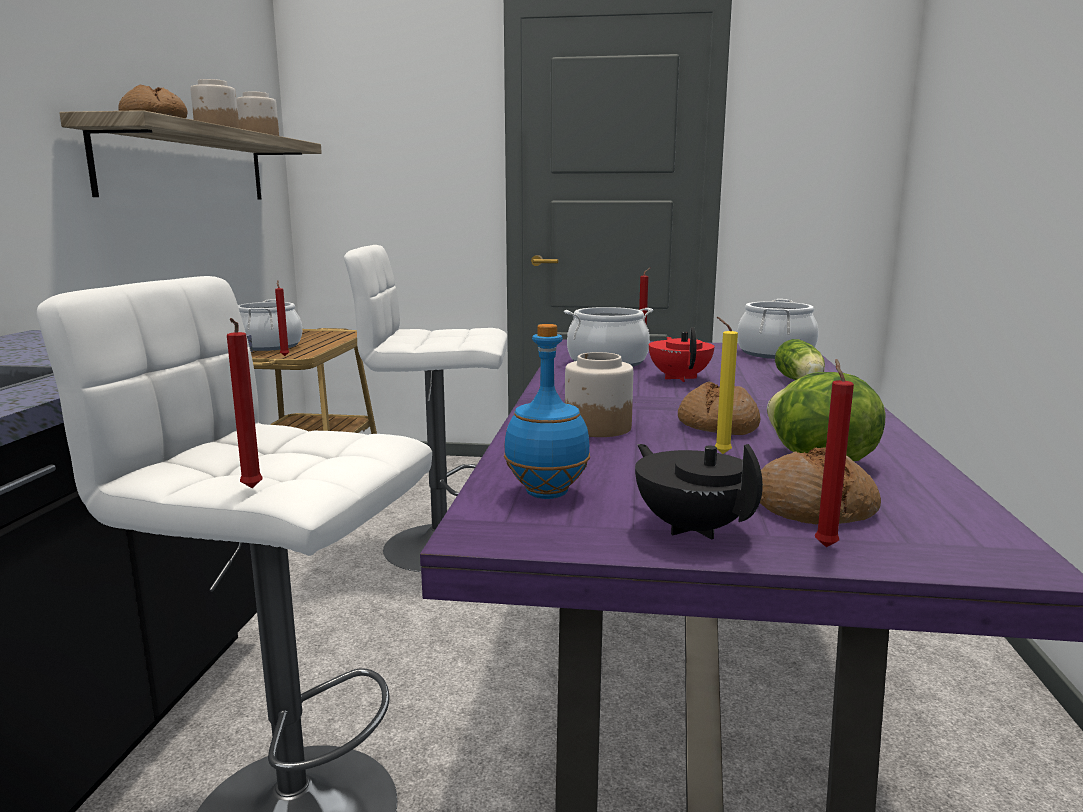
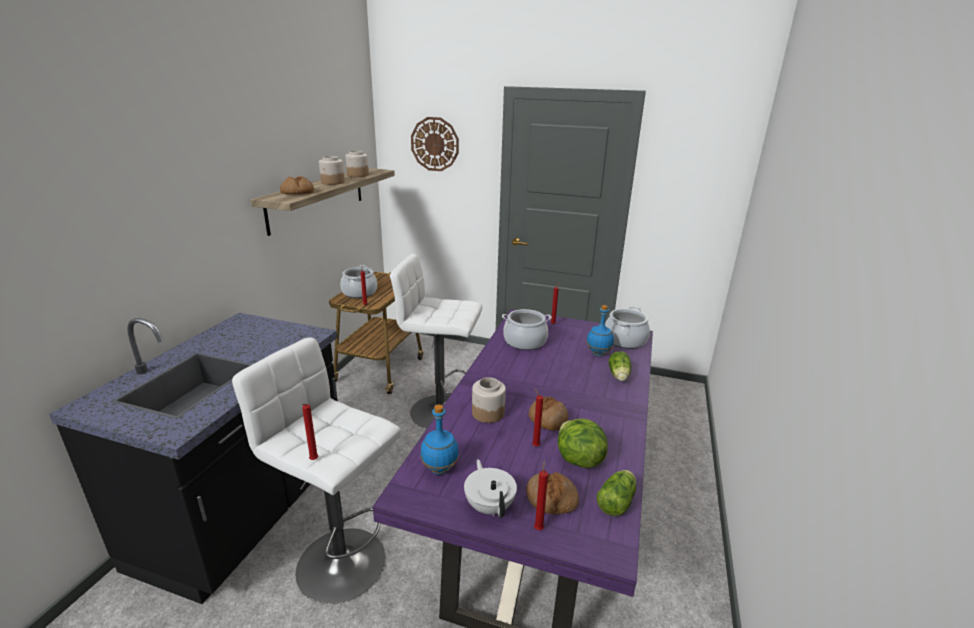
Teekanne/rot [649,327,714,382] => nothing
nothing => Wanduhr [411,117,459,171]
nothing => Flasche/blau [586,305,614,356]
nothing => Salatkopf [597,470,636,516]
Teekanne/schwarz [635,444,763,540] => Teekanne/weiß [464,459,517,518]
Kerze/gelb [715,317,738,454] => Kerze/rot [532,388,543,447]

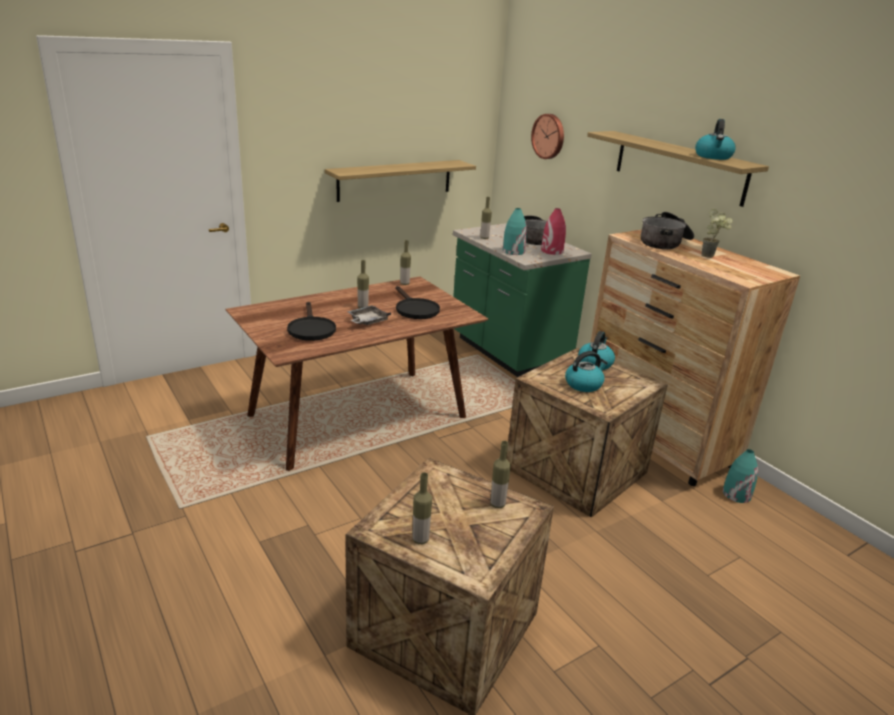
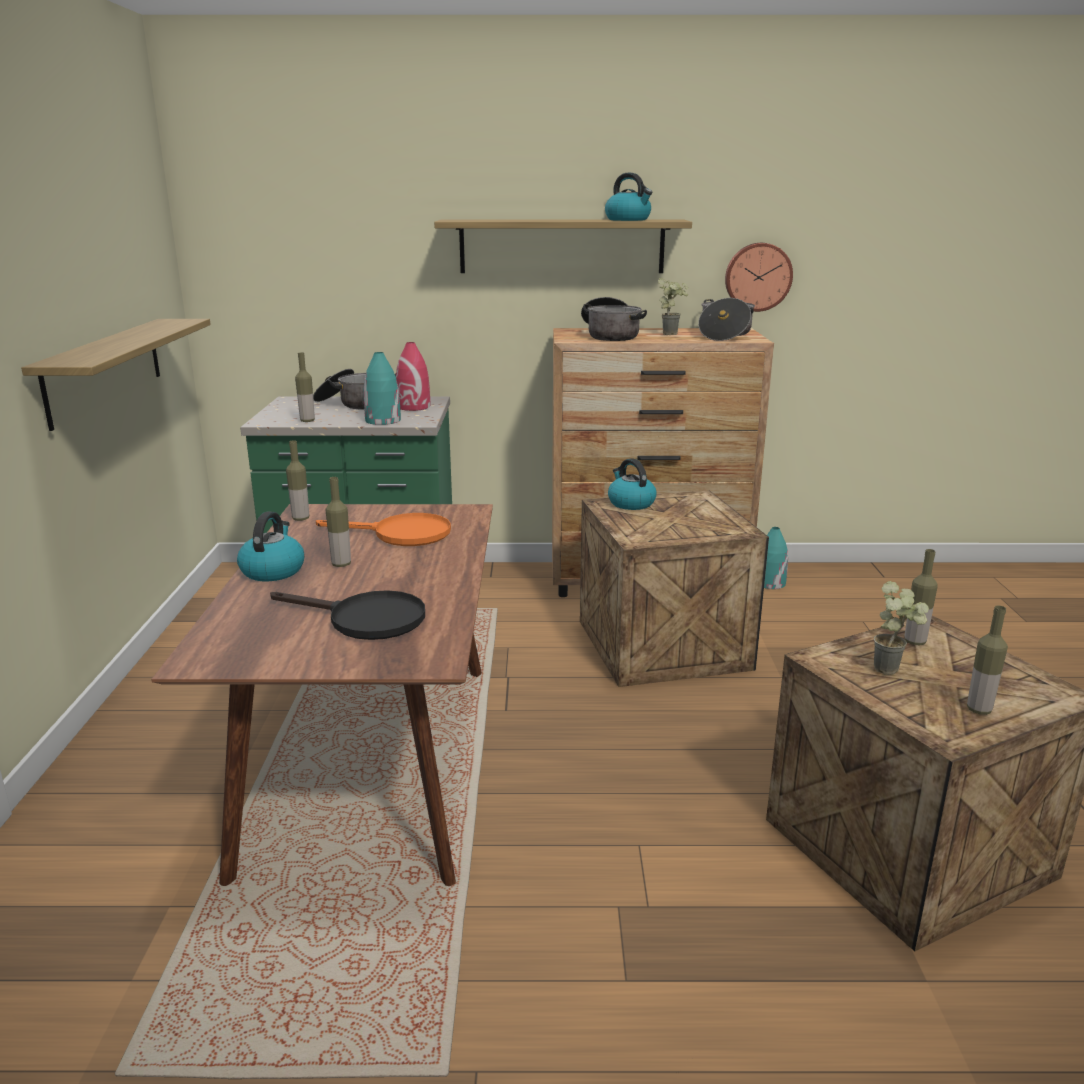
Tablett/grau [347,305,391,325] => nothing
nothing => Kochtopf [698,298,755,341]
nothing => Topfpflanze [874,581,929,675]
Wanduhr [531,114,564,159] => Wanduhr [725,243,793,312], moved
Wasserkessel [565,351,608,392] => Wasserkessel [237,511,304,581], moved
Pfanne/schwarz [395,286,440,319] => Pfanne/orange [316,513,451,546]

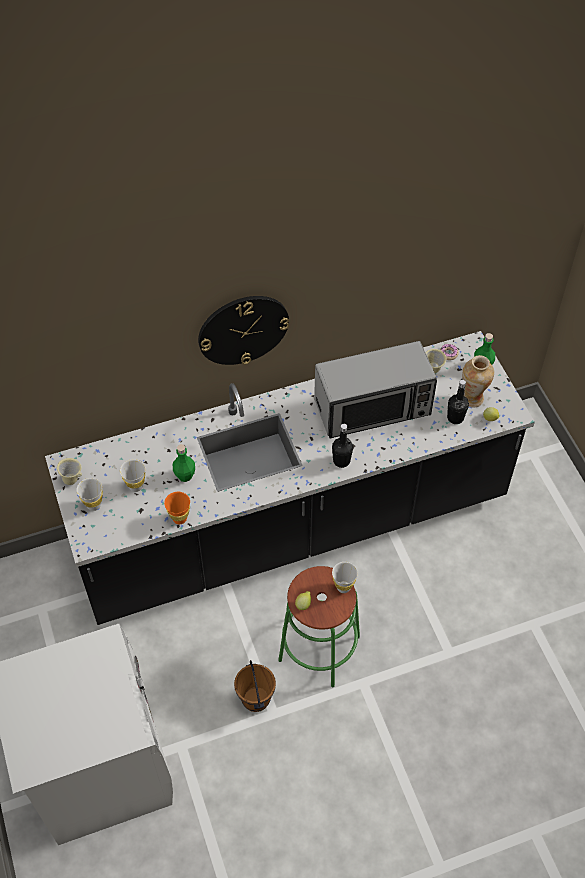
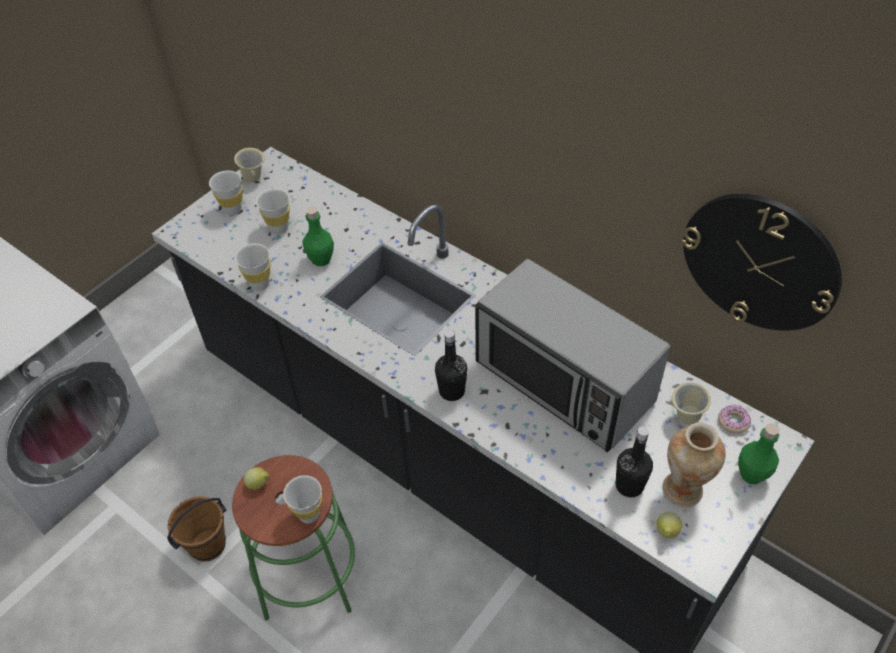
Wanduhr [198,296,289,365] => Wanduhr [682,194,842,331], moved
Tasse/orange [164,492,190,524] => Tasse/weiß [235,243,270,291]

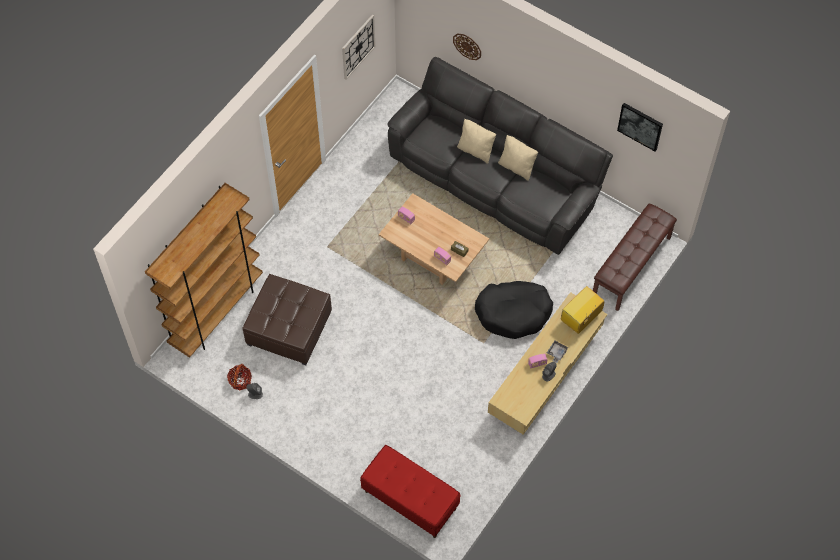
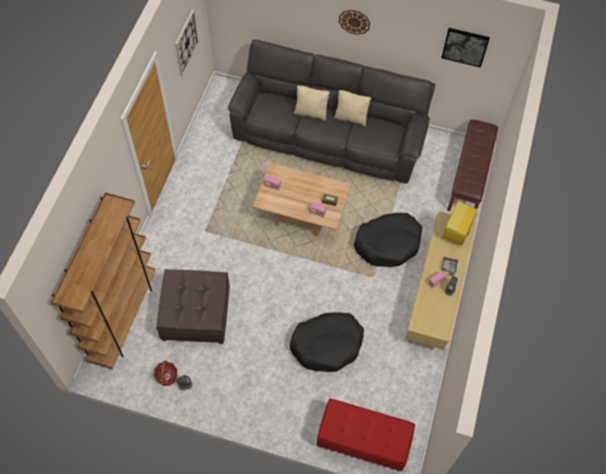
nothing => Hundebett/schwarz [290,313,364,372]
Wanduhr [453,33,481,60] => Wanduhr [339,10,370,35], moved

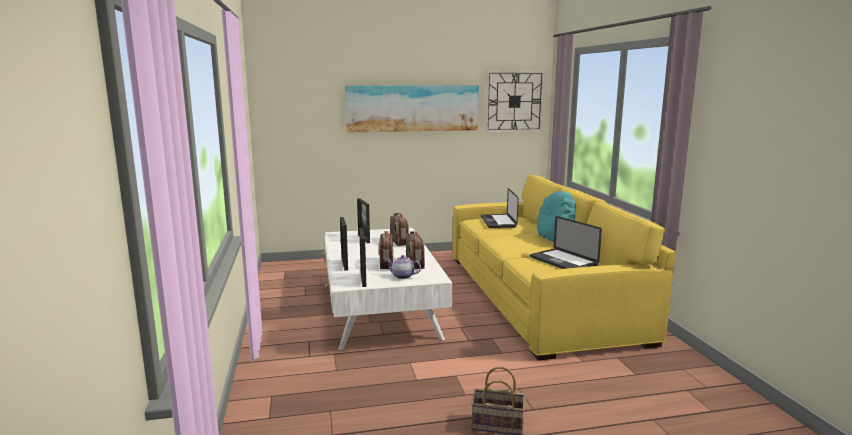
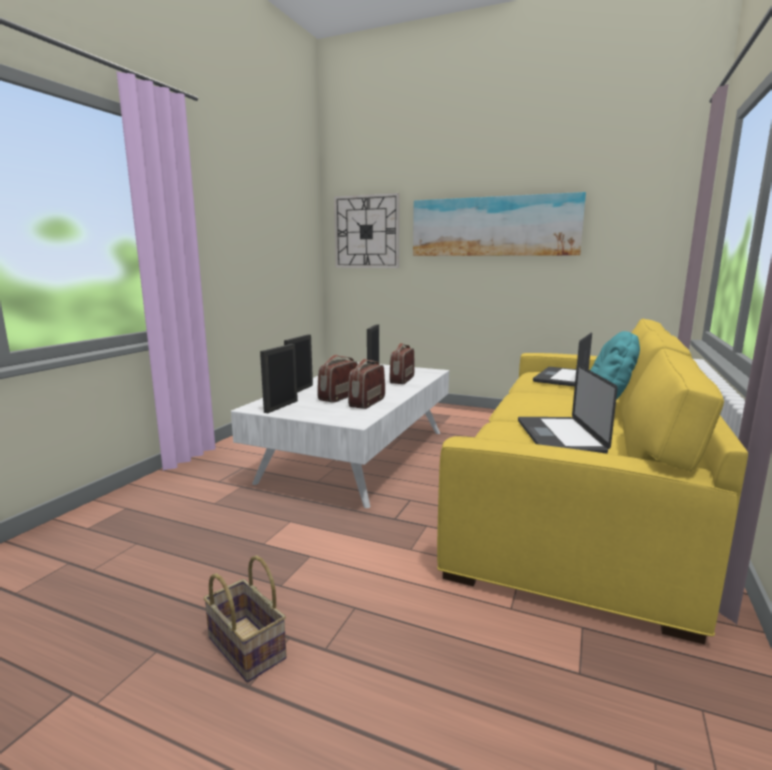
Teekanne [386,255,421,279] => nothing
Wanduhr [485,71,545,133] => Wanduhr [334,193,400,268], moved

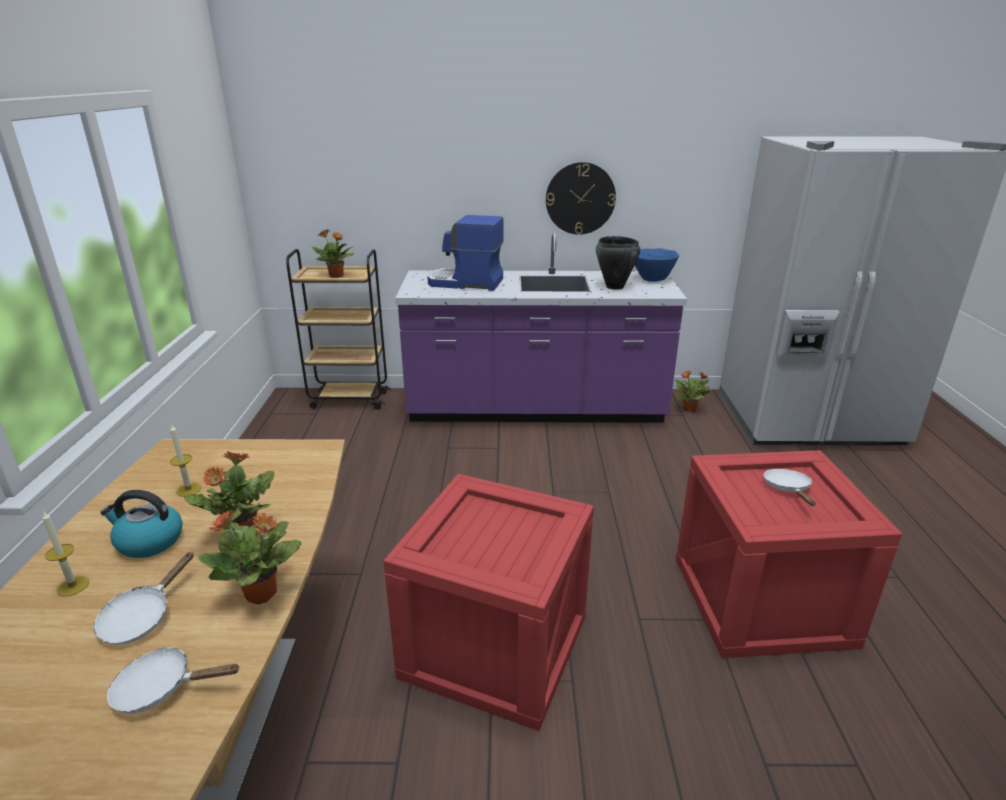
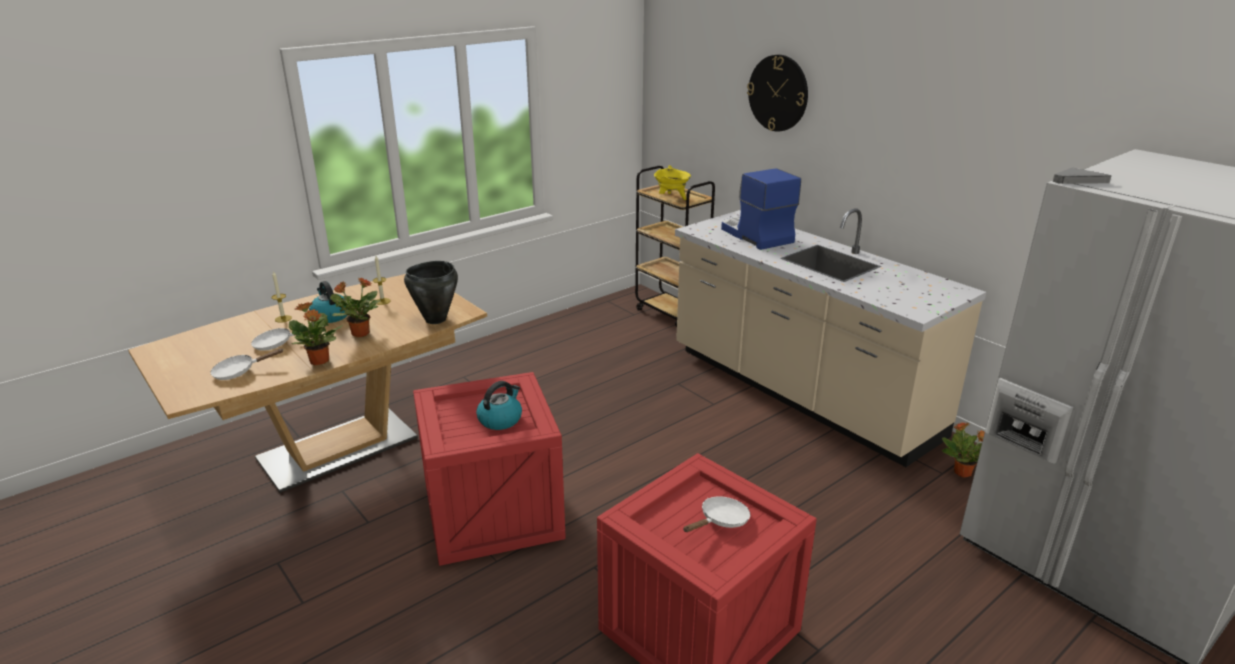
Schüssel/blau [635,248,679,282] => nothing
nothing => Wasserkessel [476,381,522,430]
Wanduhr [546,162,616,235] => Wanduhr [747,55,808,132], moved
Kochtopf/schwarz [596,236,641,290] => Kochtopf/schwarz [404,261,458,324], moved
Topfpflanze [312,229,354,278] => Kochtopf/gelb [654,165,691,200]
Küchenzeile/lila [395,233,687,423] => Küchenzeile/beige [675,208,986,467]
Pfanne/weiß [107,647,240,714] => Pfanne/weiß [210,349,284,380], 75 degrees counterclockwise

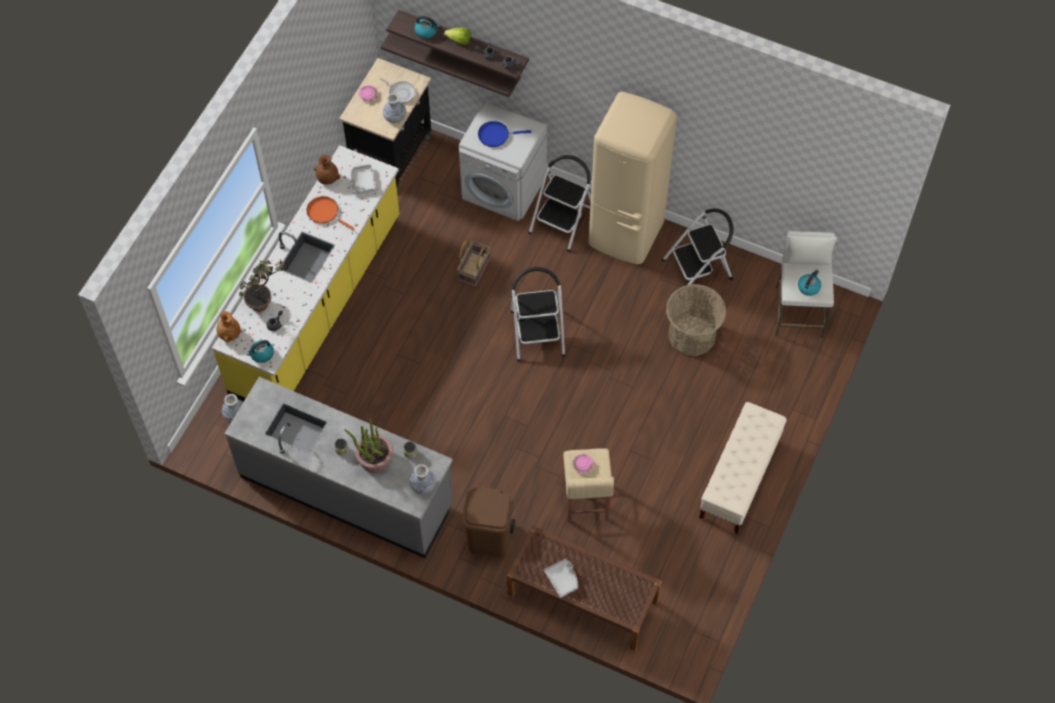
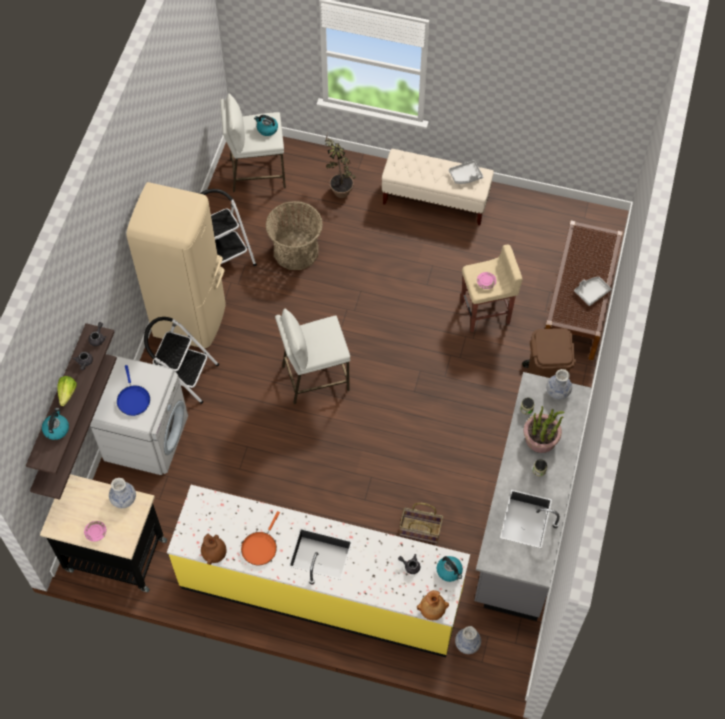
Pfanne [380,78,416,104] => nothing
Topfpflanze [239,259,285,312] => Topfpflanze [325,136,355,198], moved
Tablett/grau [350,164,376,194] => Tablett/grau [449,160,483,184], moved
Korb [457,240,490,287] => Korb [400,503,443,543], moved
Trittleiter [511,267,565,362] => Hocker/weiß [275,309,350,404]

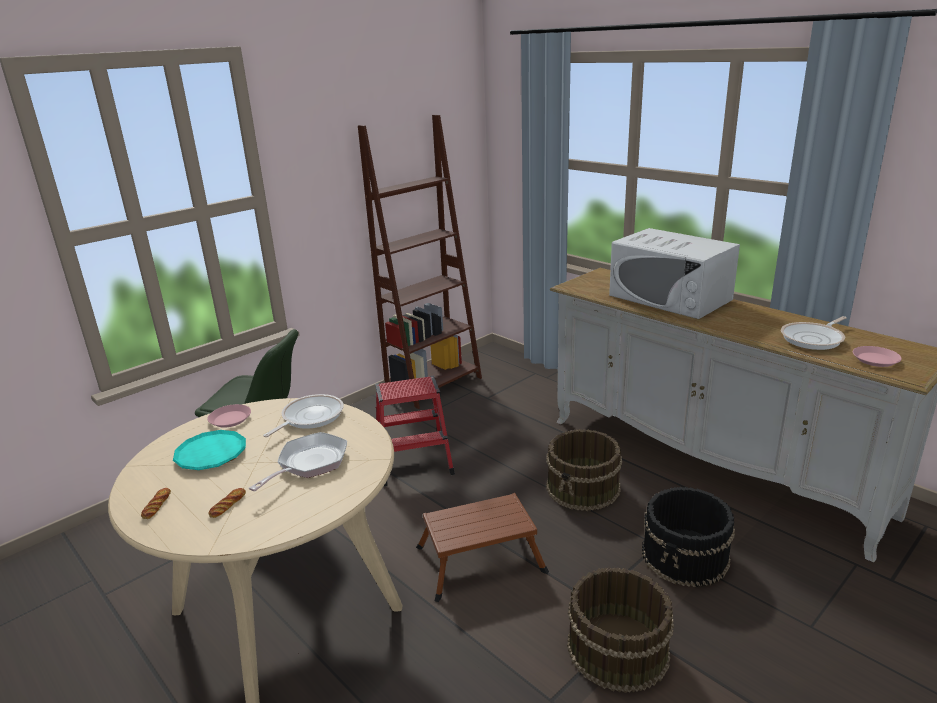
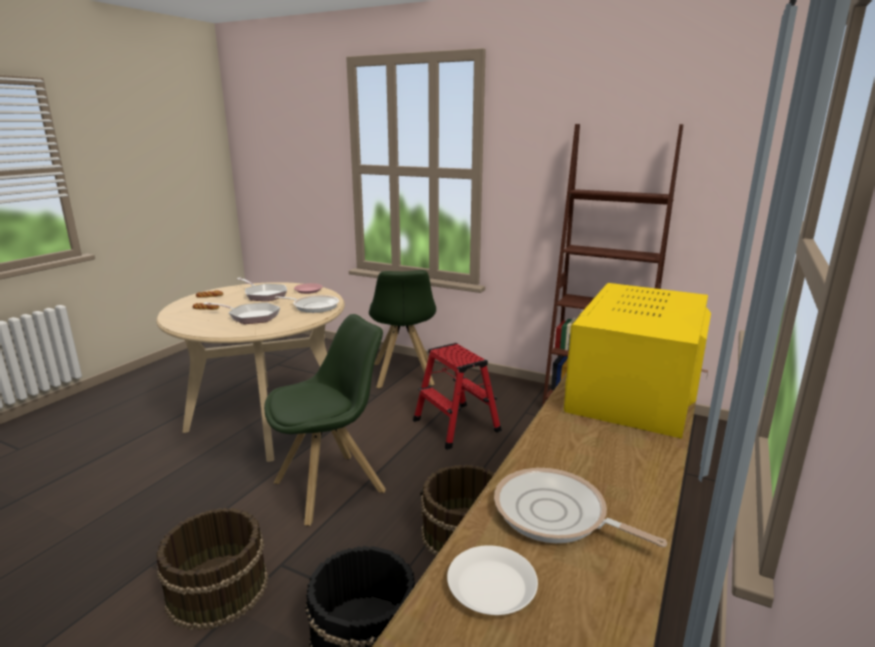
Teller/türkis [173,430,246,470] => Pfanne [237,278,287,301]
Trittleiter/braun [416,493,549,602] => Stuhl/grün [264,314,386,526]
Mikrowelle/weiß [609,228,740,319] => Mikrowelle/gelb [564,283,711,439]
Teller/rosa [853,346,902,367] => Teller/weiß [447,545,538,615]

